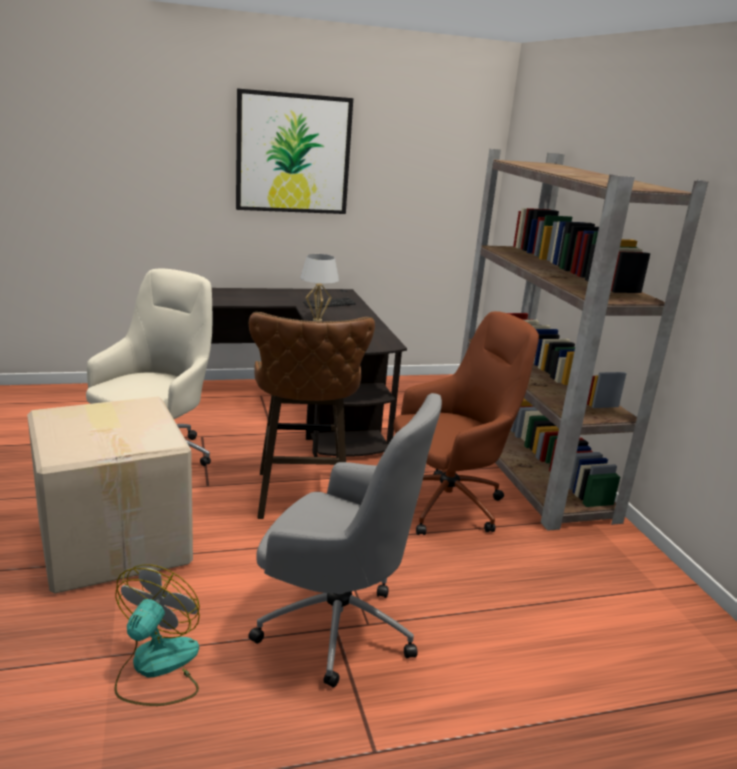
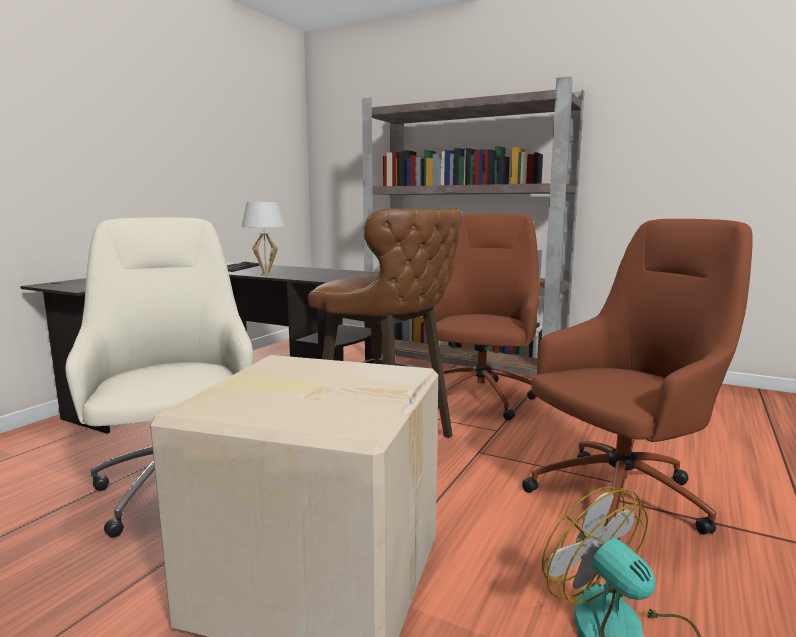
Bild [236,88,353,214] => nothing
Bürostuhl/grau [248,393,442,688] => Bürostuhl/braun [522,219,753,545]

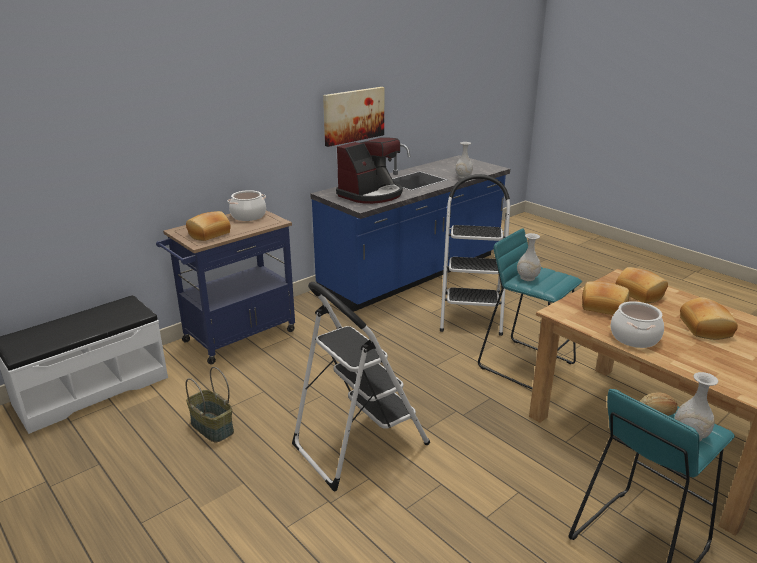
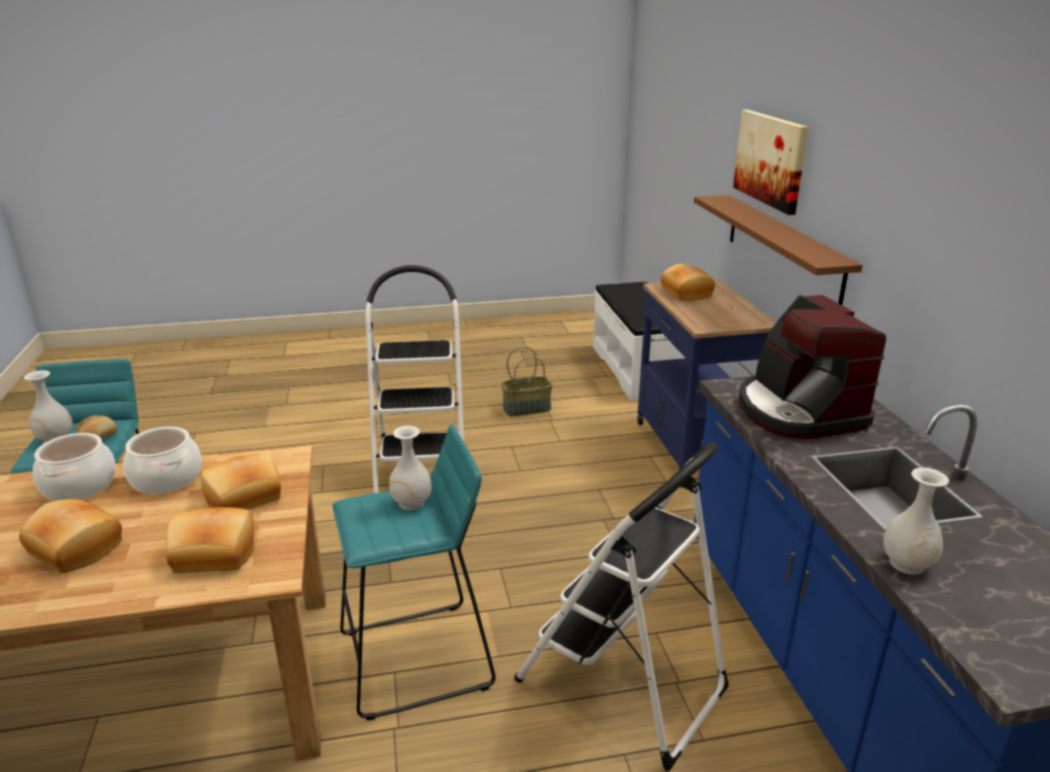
nothing => Wandregal/braun [694,195,863,305]
Kochtopf [227,190,266,221] => Kochtopf [33,433,116,501], moved
Bild [323,87,384,147] => Bild [733,110,809,215], moved

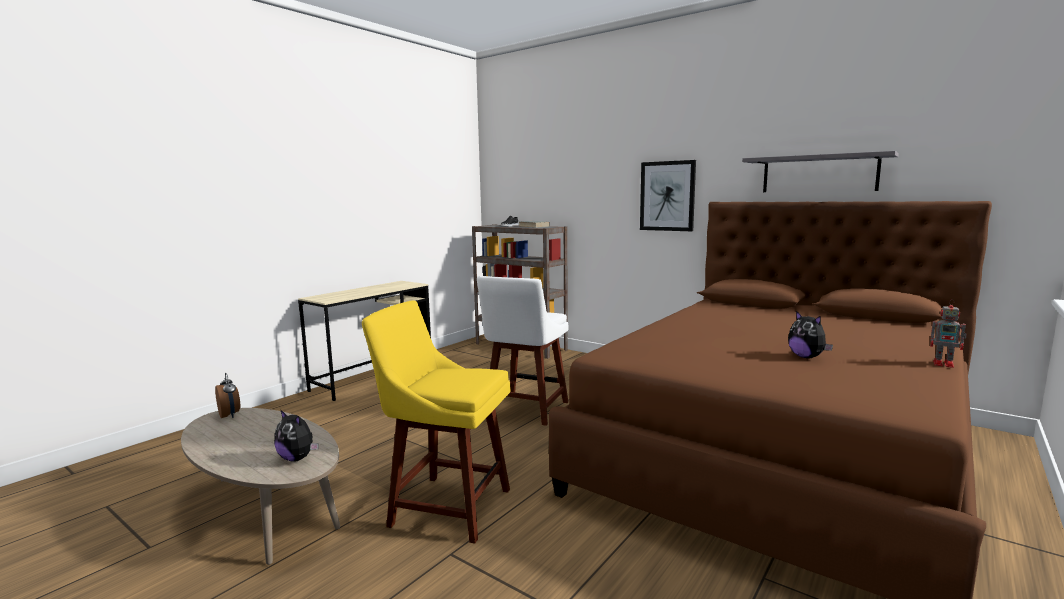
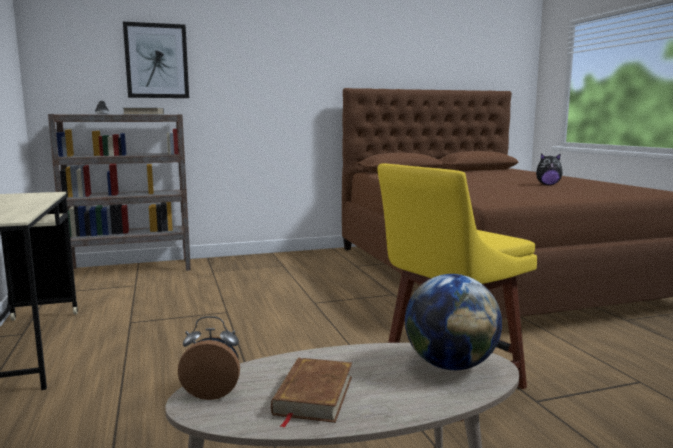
Hocker/weiß [477,276,568,426] => nothing
Wandregal/grau [742,151,899,192] => nothing
Spielzeugroboter [930,299,967,368] => nothing
nothing => Buch/braun [271,358,352,427]
Bild [640,160,696,231] => Bild [123,22,189,98], moved
Plüschtier [274,410,319,462] => Globus [405,274,502,370]

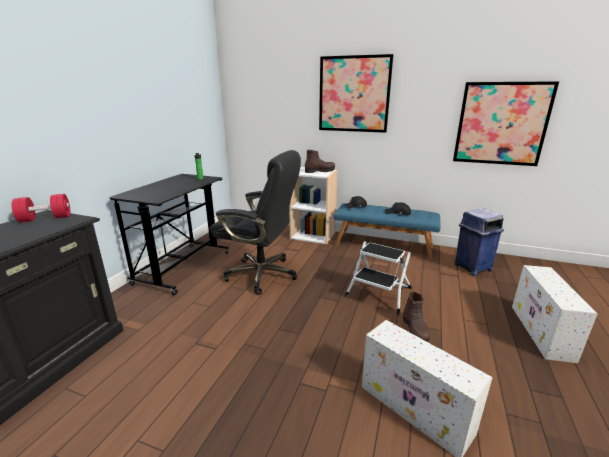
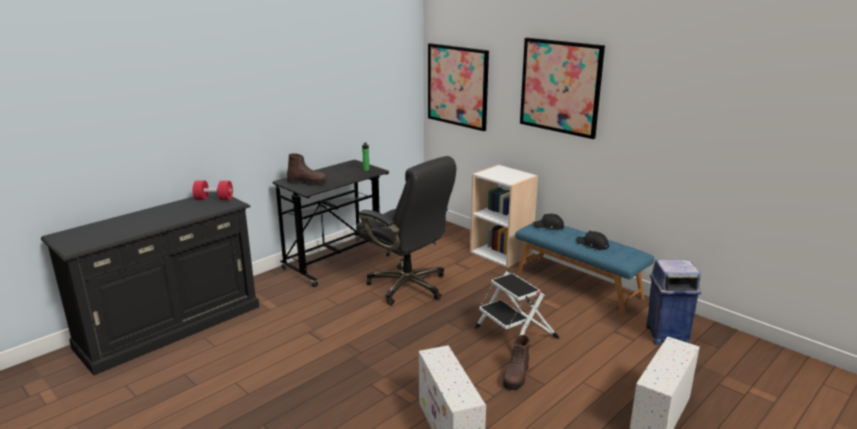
Stiefel/braun [305,150,335,173] => Stiefel/braun [287,153,326,186], moved
Bild [453,81,559,166] => Bild [428,43,489,131], moved

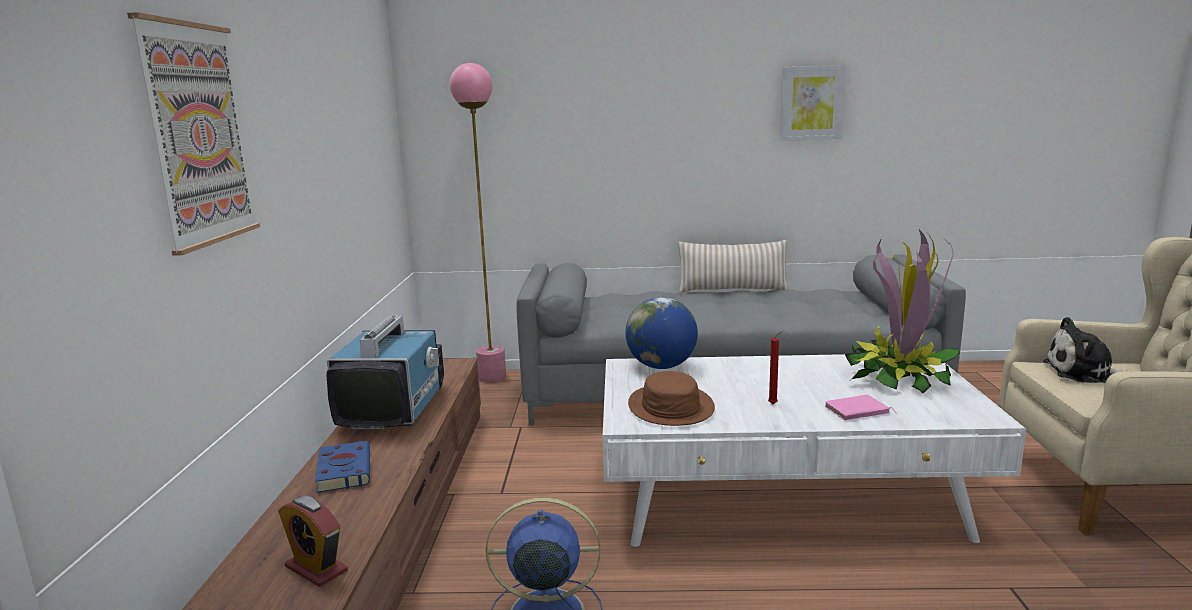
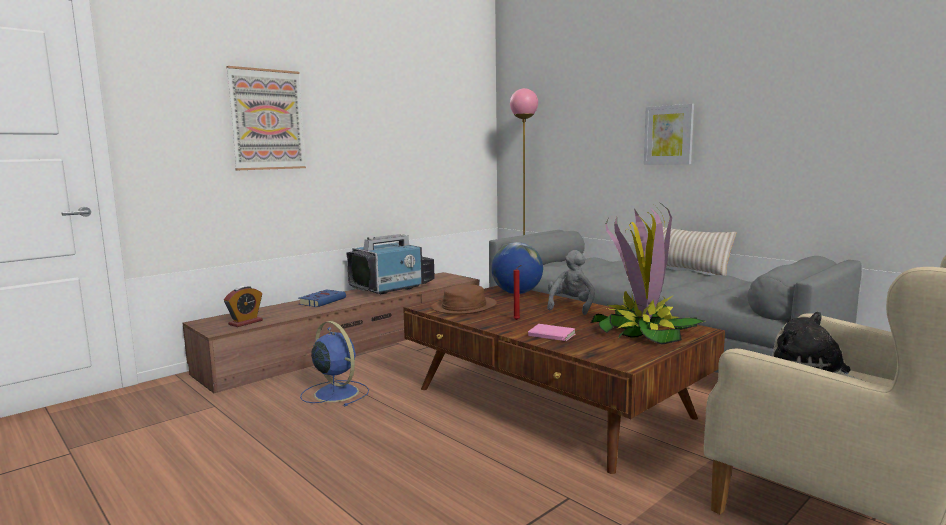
nothing => Plüschtier/grau [547,250,595,315]
Bild [780,65,847,141] => Bild [644,104,694,164], moved
Couchtisch/weiß [602,354,1027,547] => Couchtisch/braun [403,286,725,474]
Wecker [279,496,348,587] => Wecker [224,286,263,327], 135 degrees counterclockwise

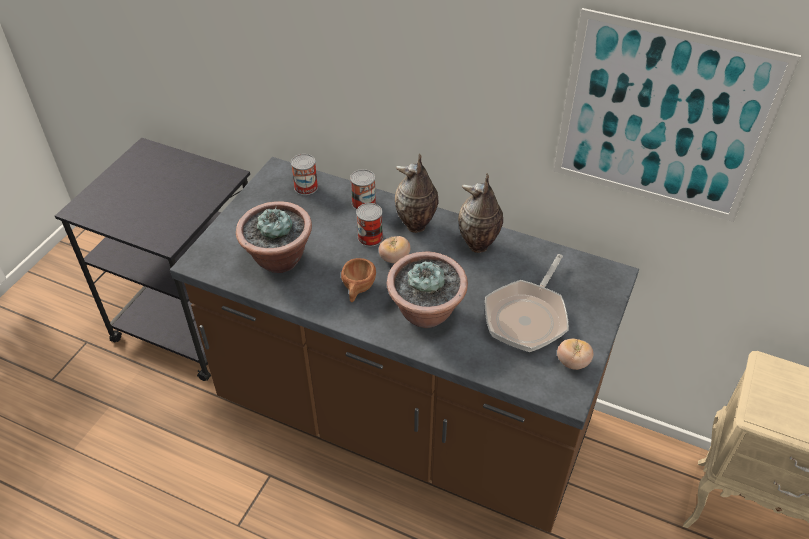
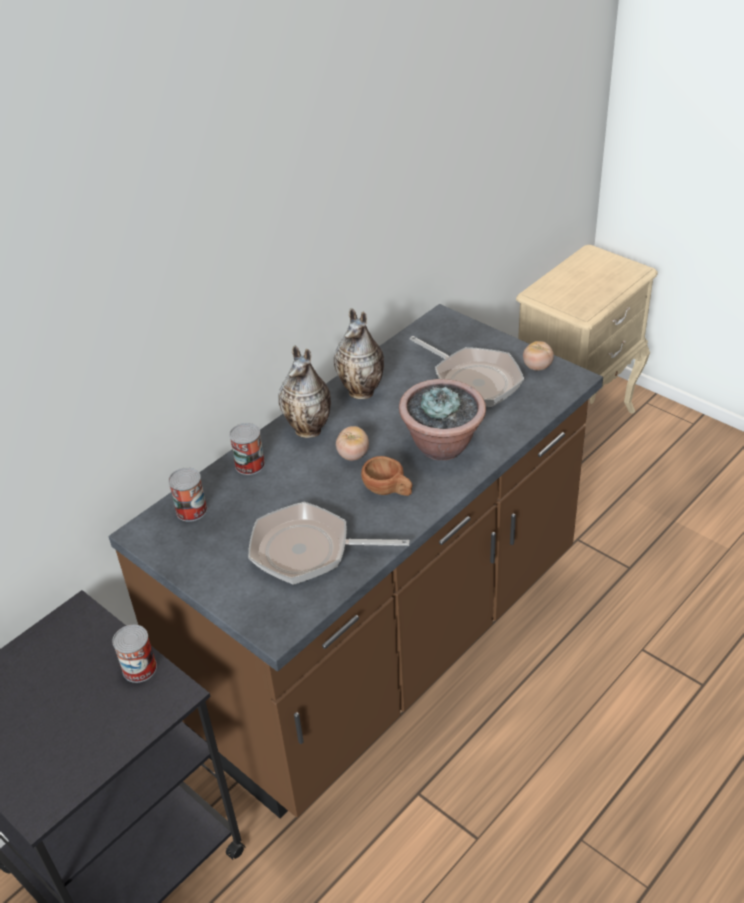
Bild [553,8,801,222] => nothing
Dose [356,203,383,247] => Dose [112,625,157,683], moved
Topfpflanze [236,201,312,273] => Pfanne [248,502,409,585]

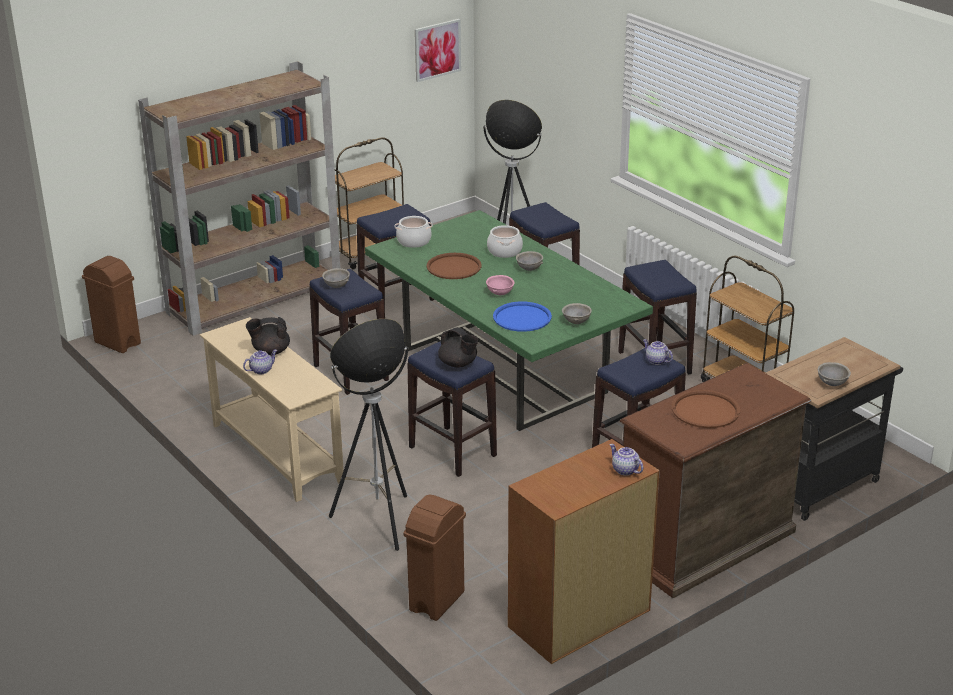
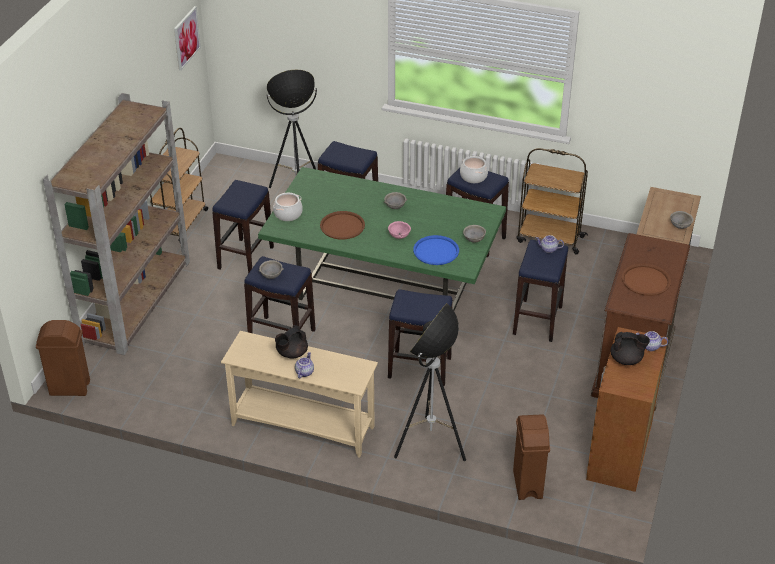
Teekanne/schwarz [438,327,478,368] => Teekanne/schwarz [610,332,650,365], moved
Kochtopf [487,225,523,258] => Kochtopf [460,156,488,183], moved

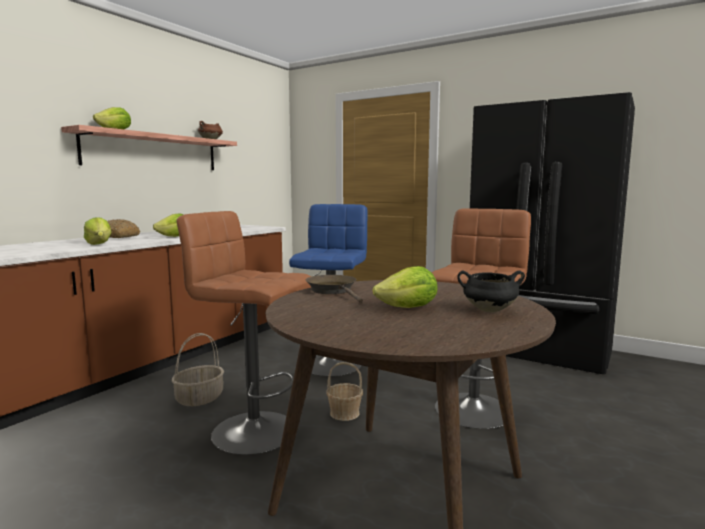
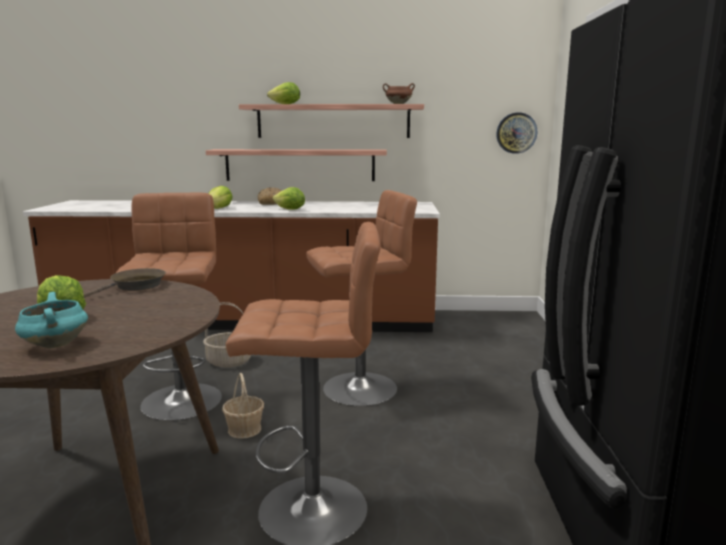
nothing => Wandregal [206,149,387,181]
nothing => Wanduhr [496,113,537,154]
Hocker/blau [289,204,368,376] => Hocker/braun [306,190,417,406]
Kochtopf/schwarz [457,271,525,312] => Kochtopf/türkis [15,292,88,348]

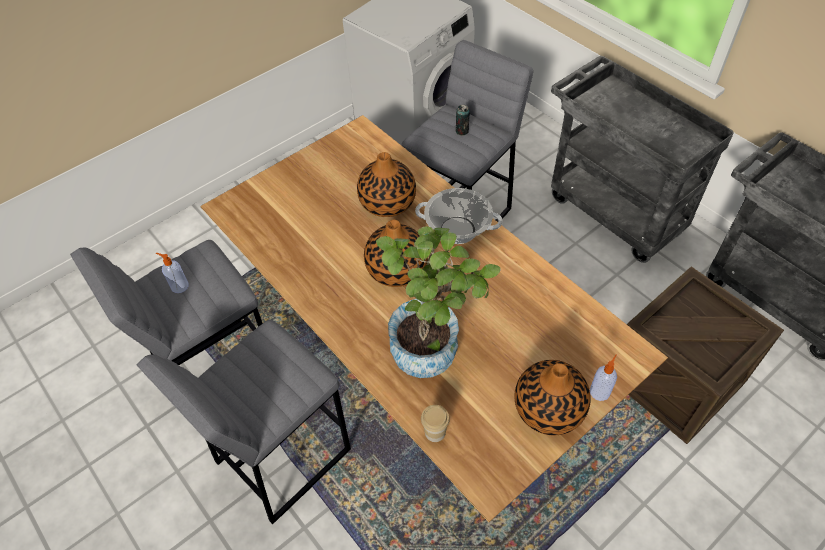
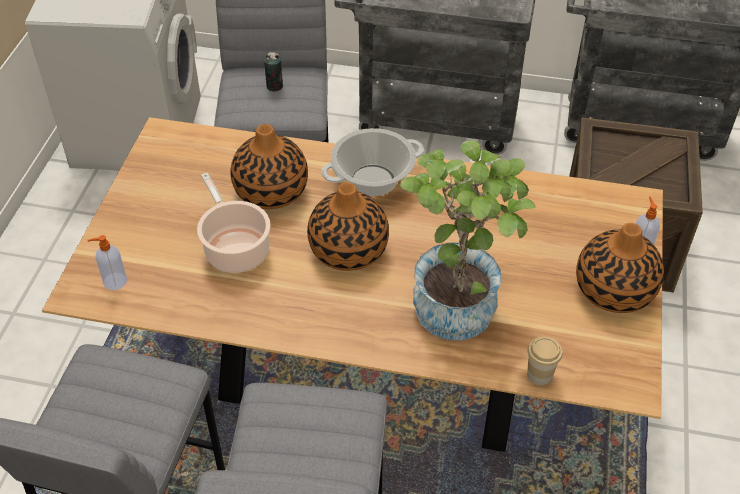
nothing => Kochtopf [197,173,271,273]
Seifenspender [156,253,189,293] => Seifenspender [87,235,127,290], moved

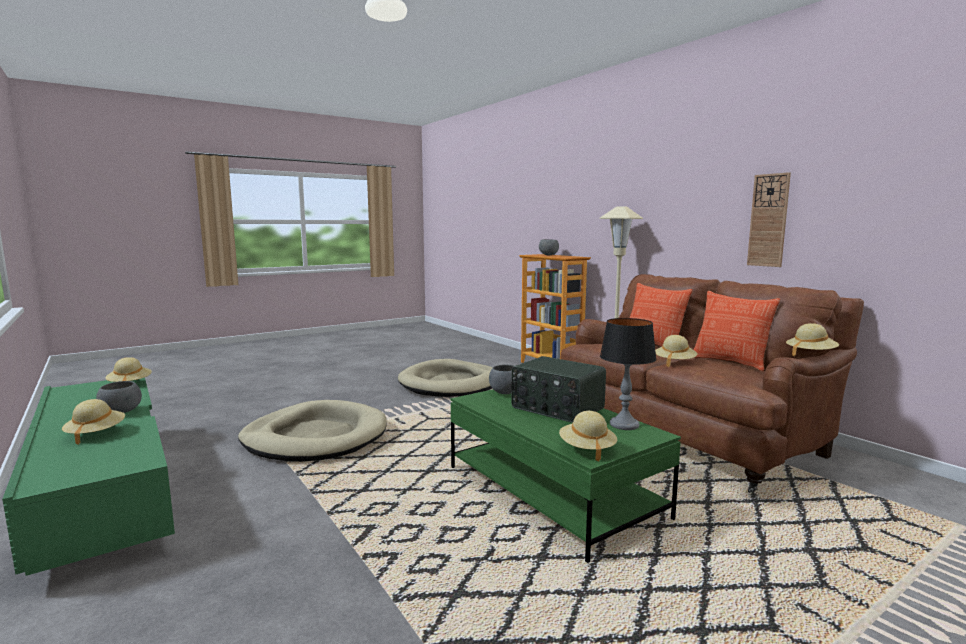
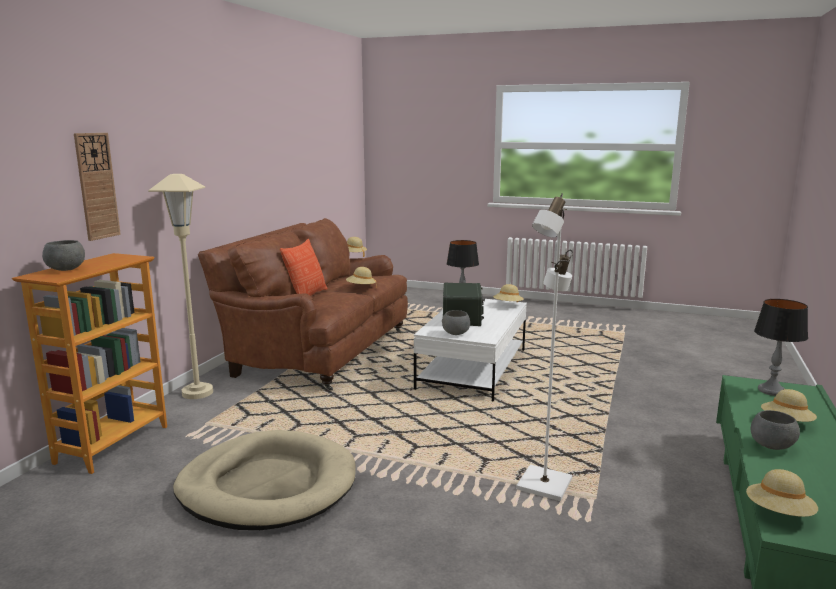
Kissen/orange [694,291,780,371] => nothing
nothing => Tischlampe [754,299,808,396]
Wanduhr [747,172,791,267] => Wanduhr [74,133,121,241], moved
Hundebett/beige [238,400,387,462] => Stehlampe/weiß [516,193,573,501]
Couchtisch/grün [450,389,681,563] => Couchtisch/weiß [414,299,527,402]

